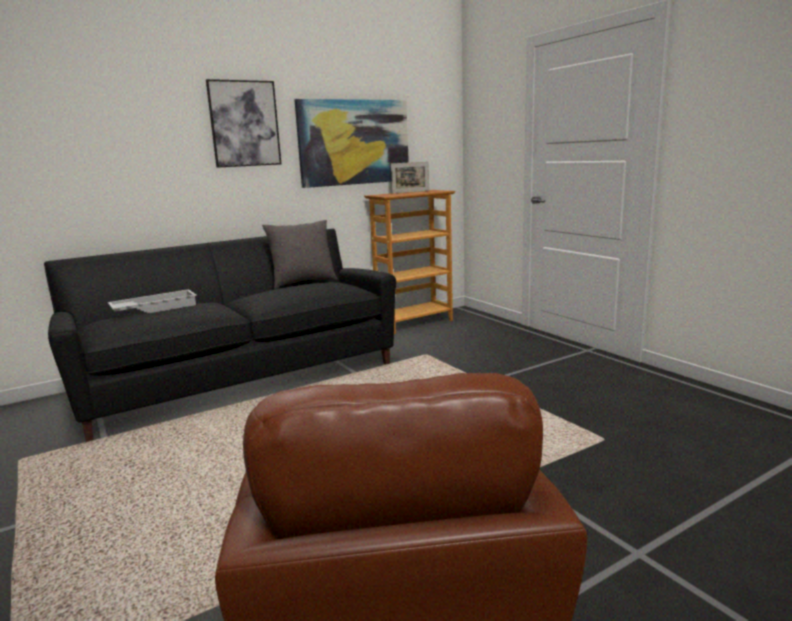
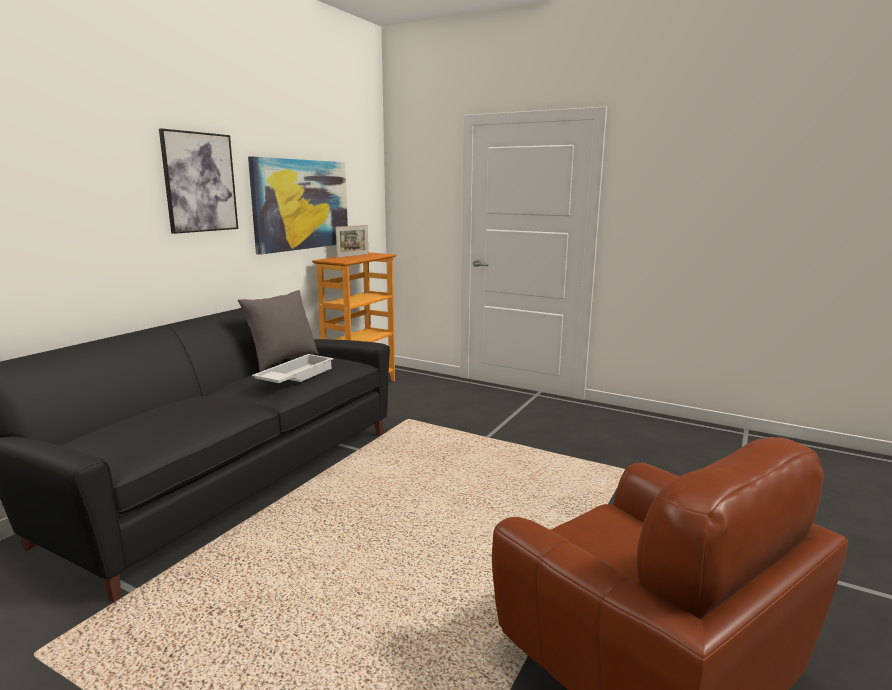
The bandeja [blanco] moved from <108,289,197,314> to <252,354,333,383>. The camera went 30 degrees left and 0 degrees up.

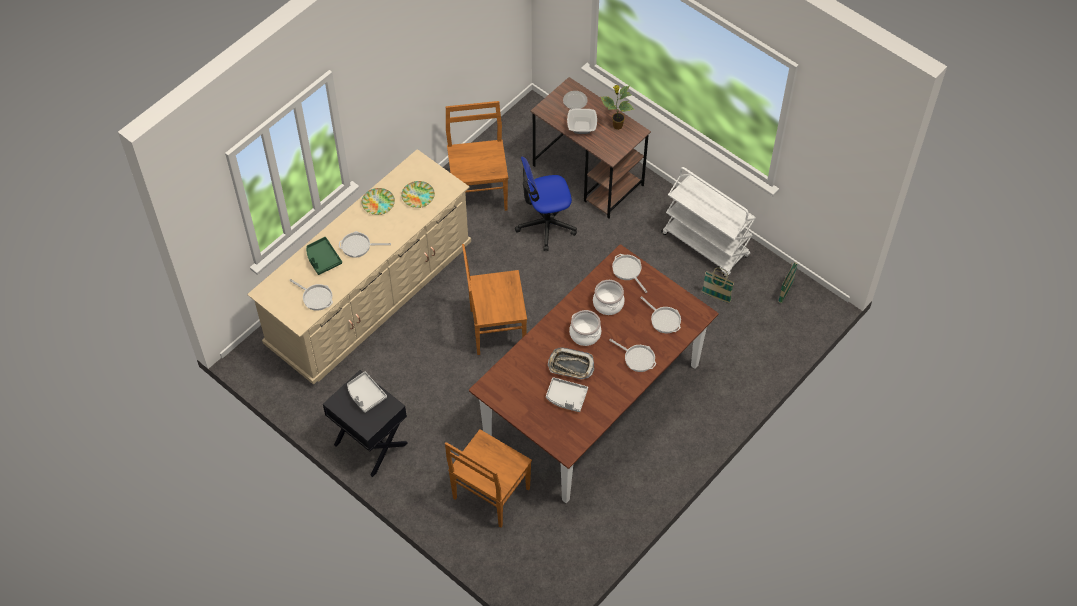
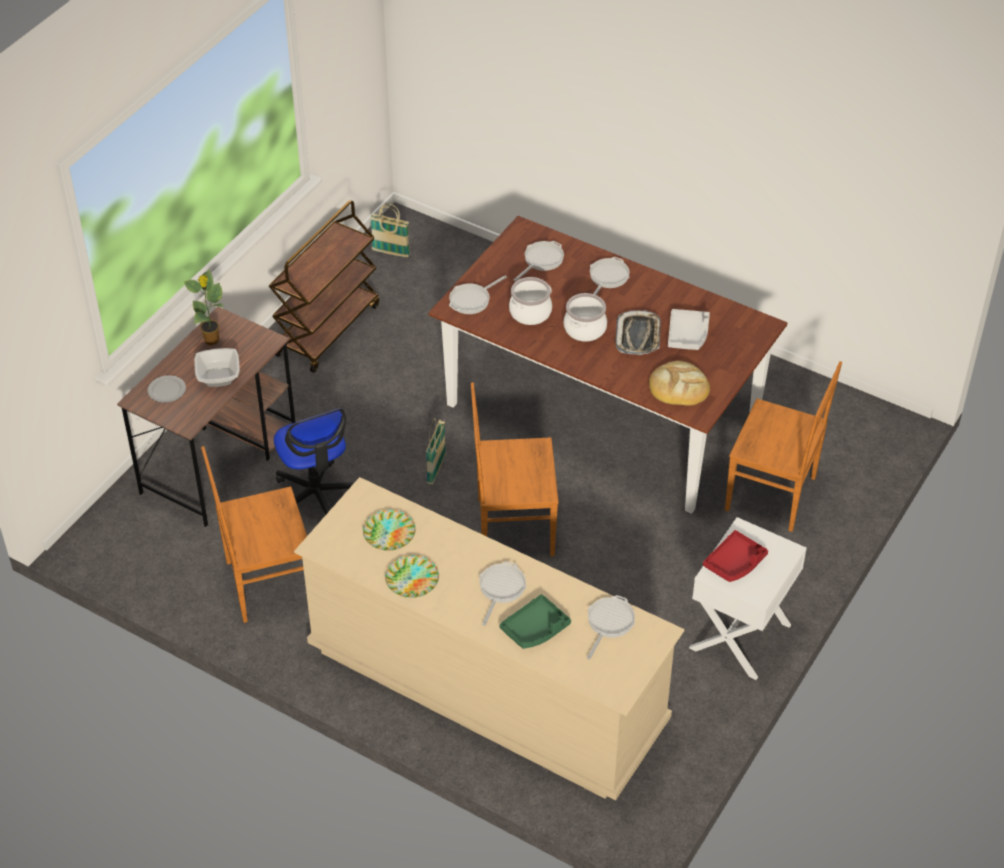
The mesita de noche [negro] at <323,370,408,477> became the mesita de noche [blanco] at <689,517,807,680>. The sartén at <339,231,391,258> turned 150 degrees counterclockwise. The bandeja [gris] at <347,372,387,413> became the bandeja [rojo] at <703,530,768,582>. The silla [marrón] at <462,244,527,355> turned 105 degrees clockwise. The carrito [blanco] at <662,167,756,277> became the carrito [marrón] at <269,200,379,373>. The cesta moved from <701,268,734,303> to <426,418,446,485>. The pan at <649,361,710,406> appeared. The camera went 100 degrees left and 10 degrees down.

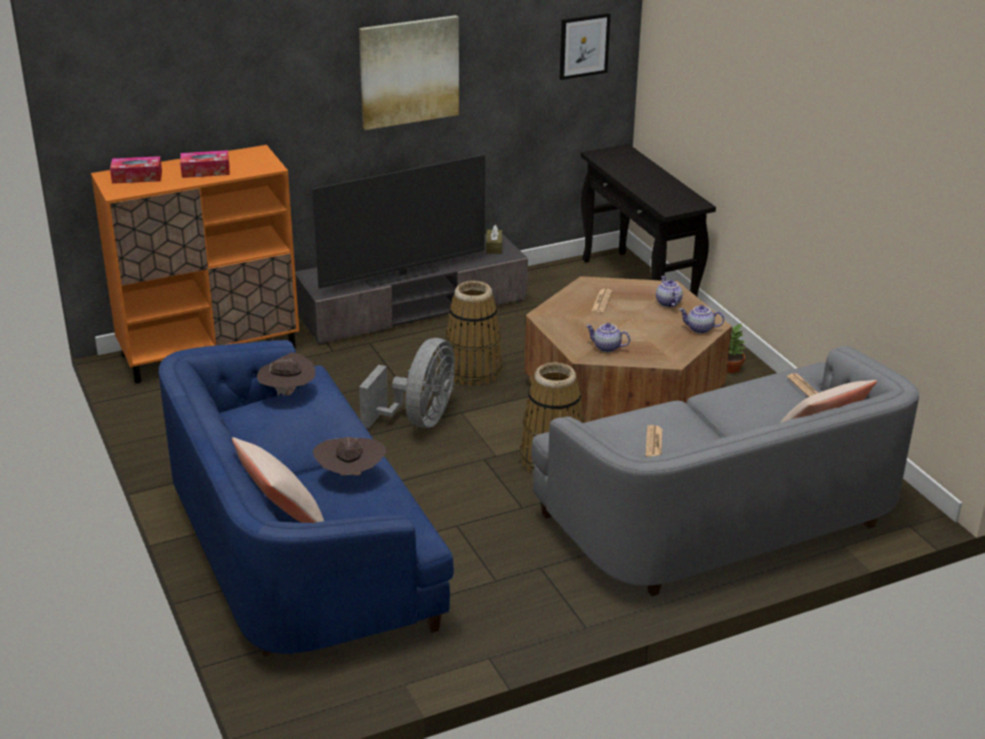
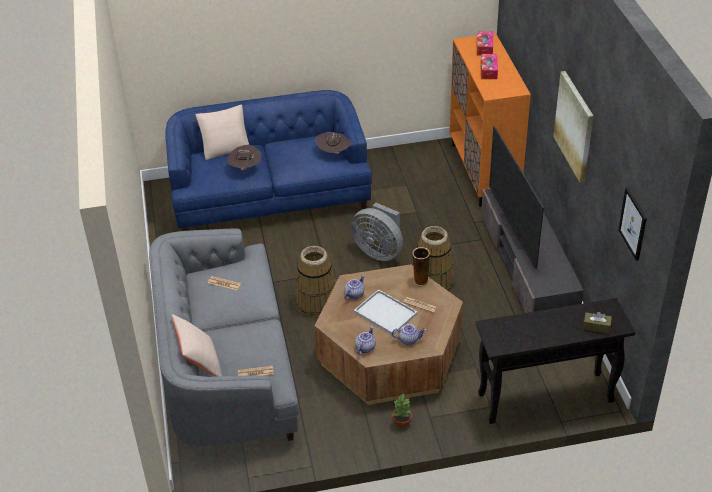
The caja de pañuelos [marrón] moved from <486,225,502,254> to <583,312,612,334>. The bandeja [blanco] at <354,289,418,335> appeared. The florero at <412,247,430,286> appeared. The camera went 105 degrees right and 10 degrees up.

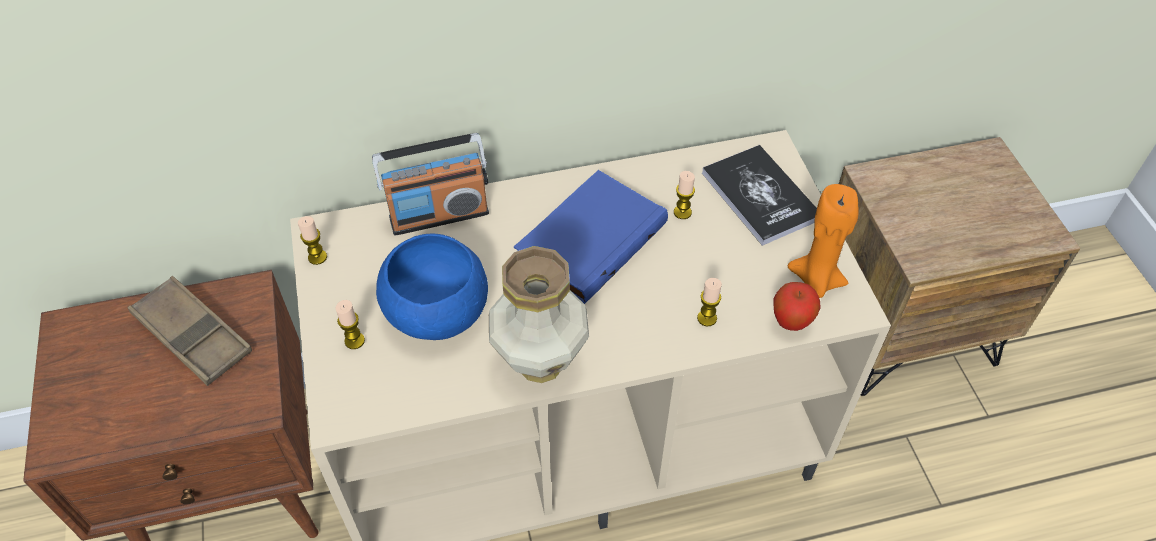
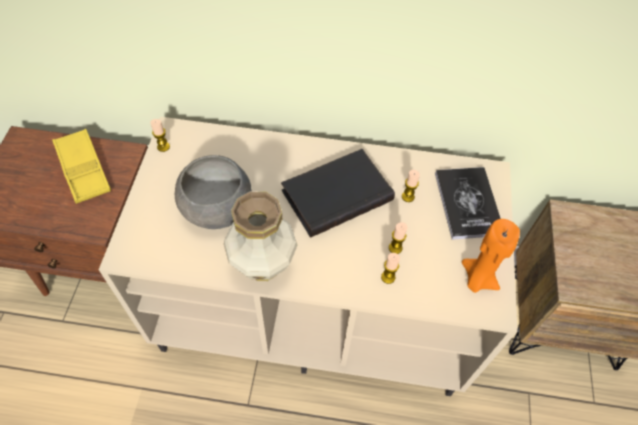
The bandeja [marrón] at <128,276,252,386> became the bandeja [amarillo] at <52,129,111,204>. The vela moved from <335,300,365,349> to <389,222,407,254>. The radio at <372,133,489,235> disappeared. The cuenco [azul] at <376,233,488,340> became the cuenco [gris] at <175,155,252,229>. The libro [azul] at <514,170,668,304> became the libro [negro] at <281,149,395,238>. The manzana at <774,282,821,331> disappeared. The camera went 20 degrees right and 5 degrees up.

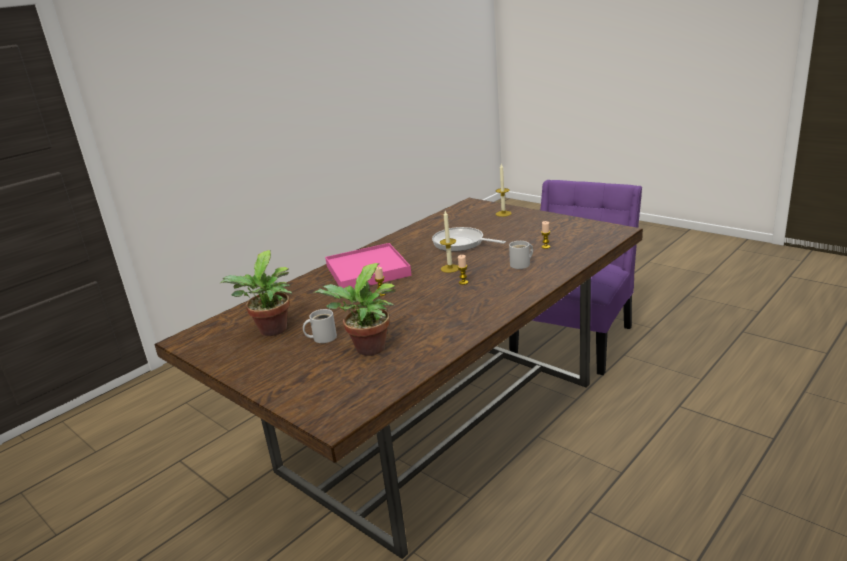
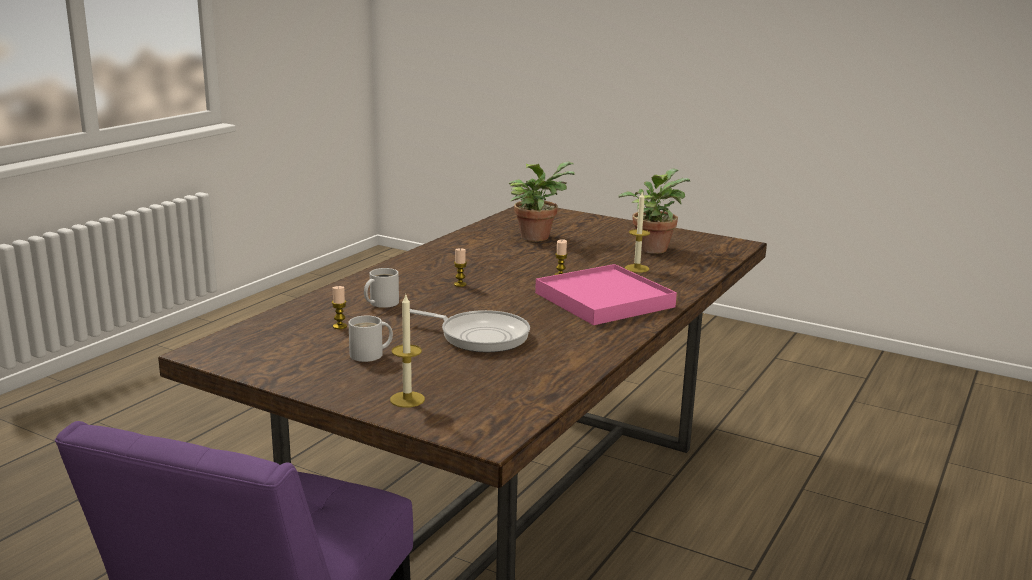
The taza grande [blanco] moved from <303,309,337,343> to <348,315,393,362>. The vela moved from <440,211,458,273> to <625,192,650,273>. The camera went 165 degrees right and 5 degrees down.

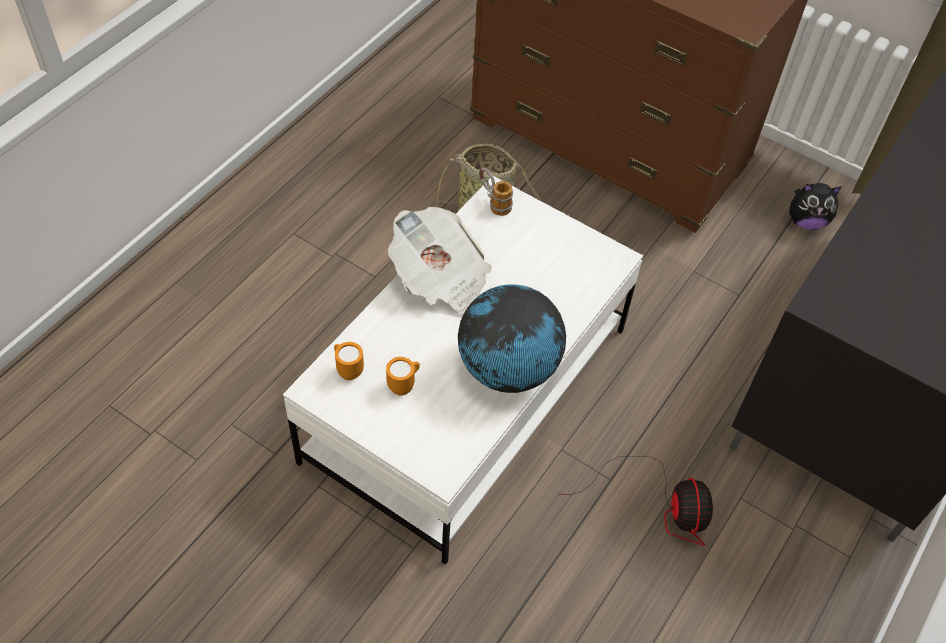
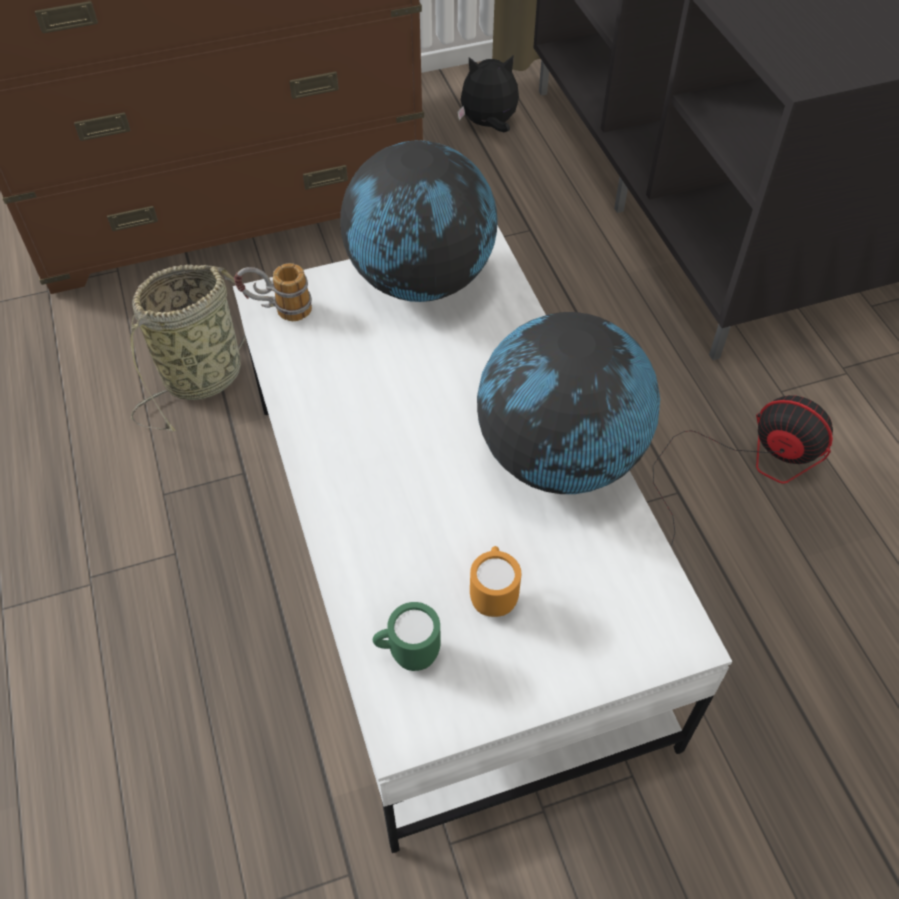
The taza grande [naranja] at <334,342,364,380> became the taza grande [verde] at <373,602,441,671>. The periódico at <388,207,491,314> disappeared. The peluche at <789,183,842,230> turned 135 degrees counterclockwise. The globo terráqueo at <340,140,498,302> appeared. The camera went 50 degrees left and 0 degrees up.

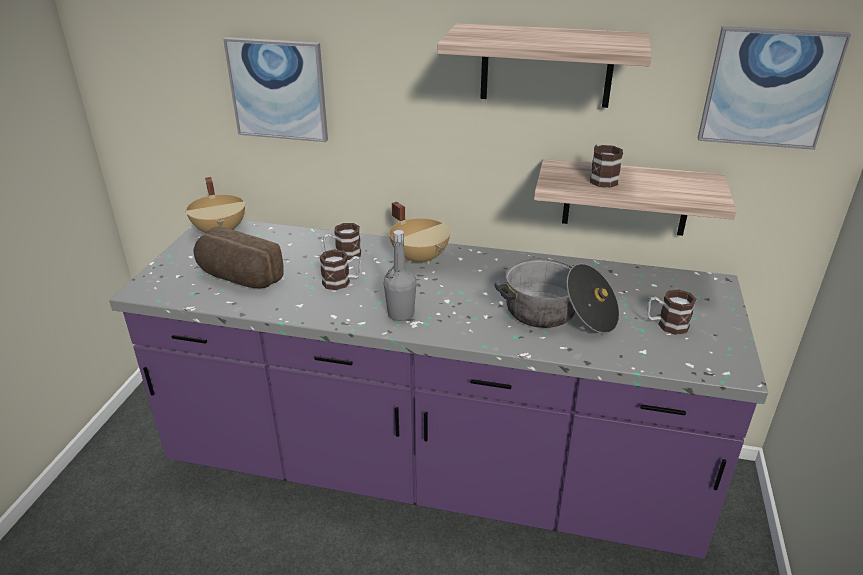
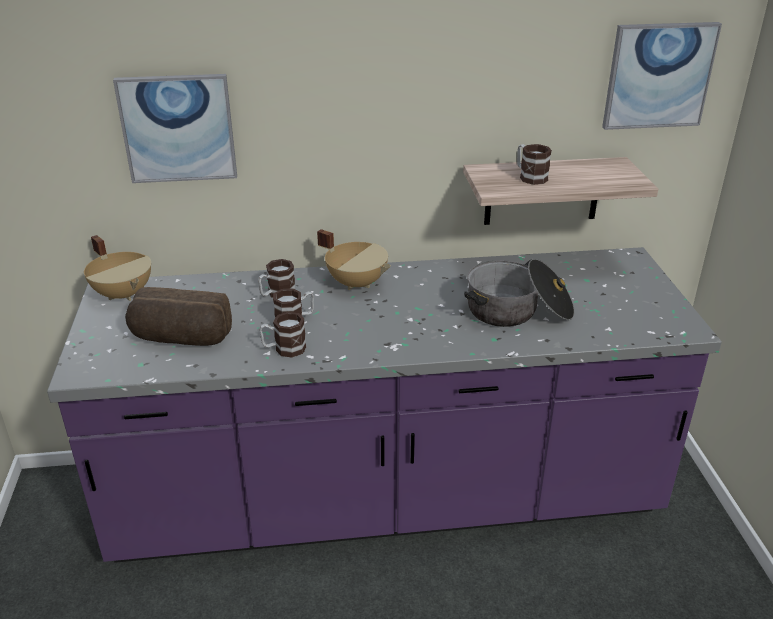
The botella [gris] at <384,230,417,321> disappeared. The estante at <437,23,652,108> disappeared. The taza grande moved from <647,289,697,335> to <259,312,306,358>. The camera went 20 degrees left and 0 degrees up.

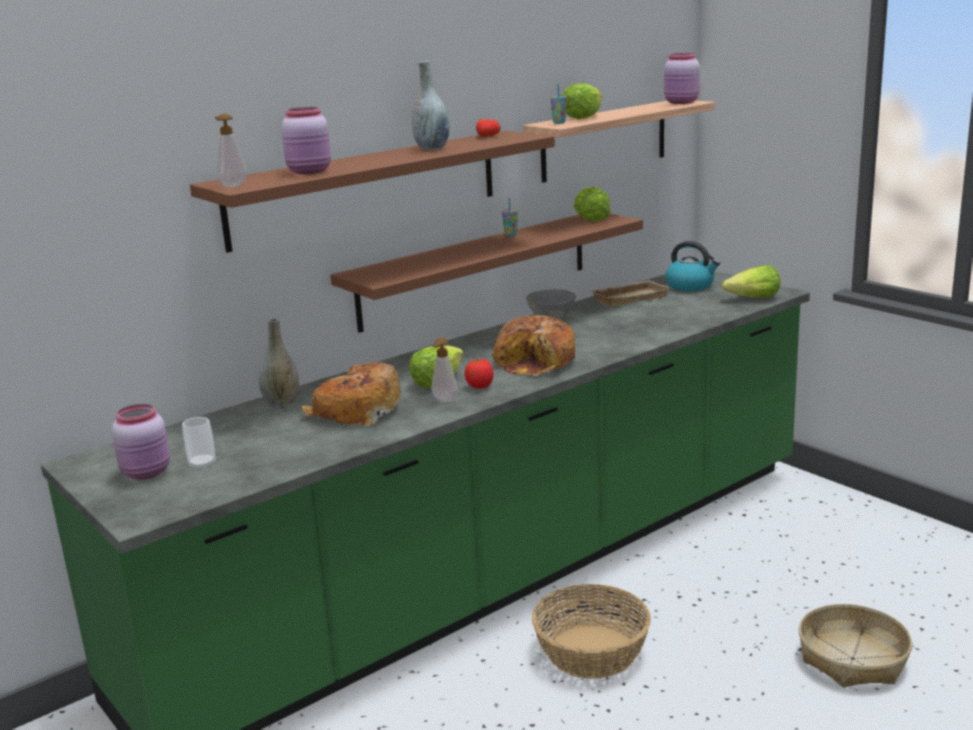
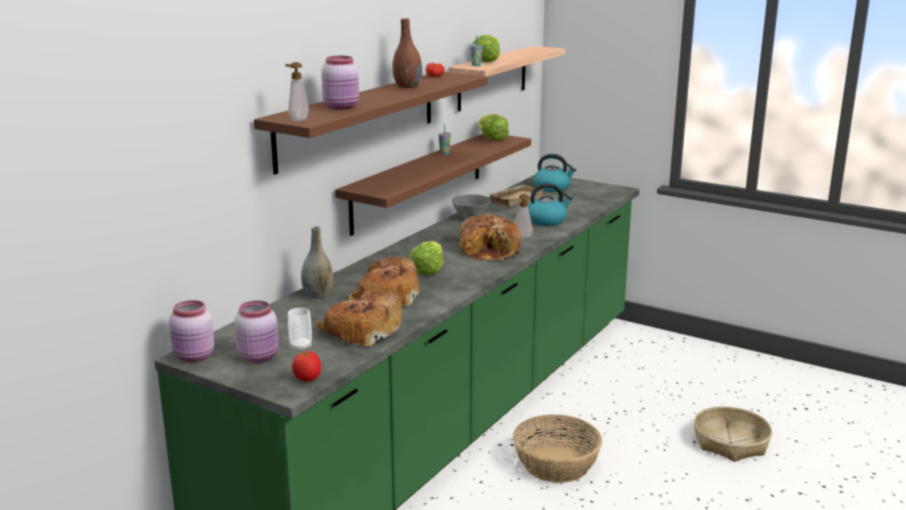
The florero [gris] at <411,61,450,150> became the florero [marrón] at <392,18,422,88>. The dispensador de jabón moved from <431,338,458,402> to <515,194,533,238>. The tomate moved from <465,358,494,389> to <292,351,321,382>. The tarro [rosa] moved from <664,53,700,104> to <169,300,214,362>. The lechuga at <722,265,780,298> disappeared. The pan at <316,290,402,346> appeared. The hervidor at <528,183,573,226> appeared. The camera went 20 degrees left and 0 degrees up.

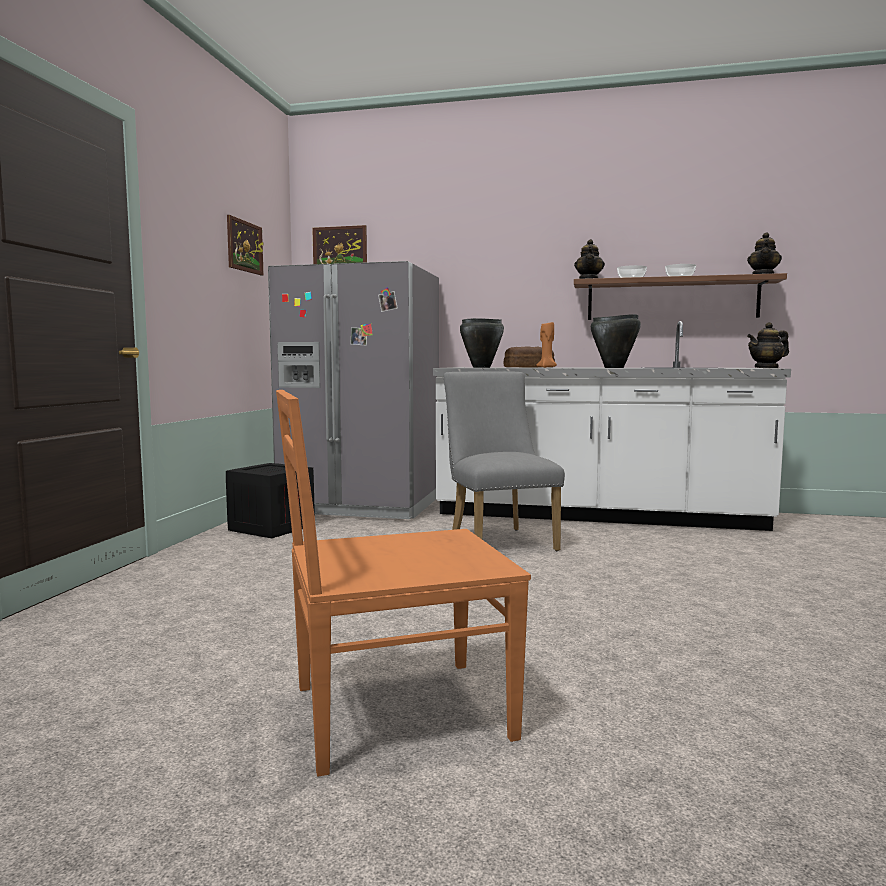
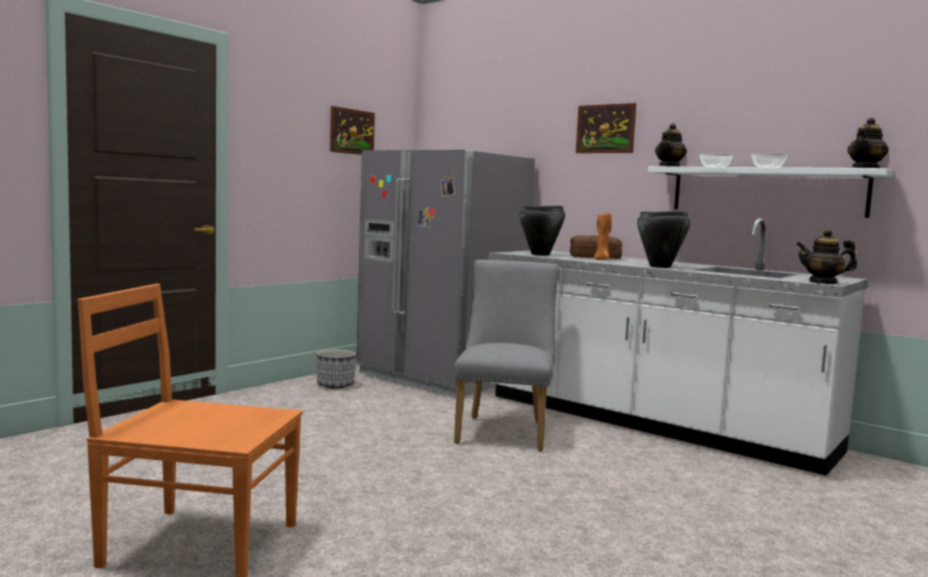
The caja de embalaje at <226,463,315,538> was replaced by the maceta at <317,350,356,389>. The cuadro moved from <312,225,367,264> to <576,103,636,153>. The estante [marrón] at <574,273,787,320> became the estante [blanco] at <648,166,894,218>. The camera went 25 degrees right and 0 degrees up.

